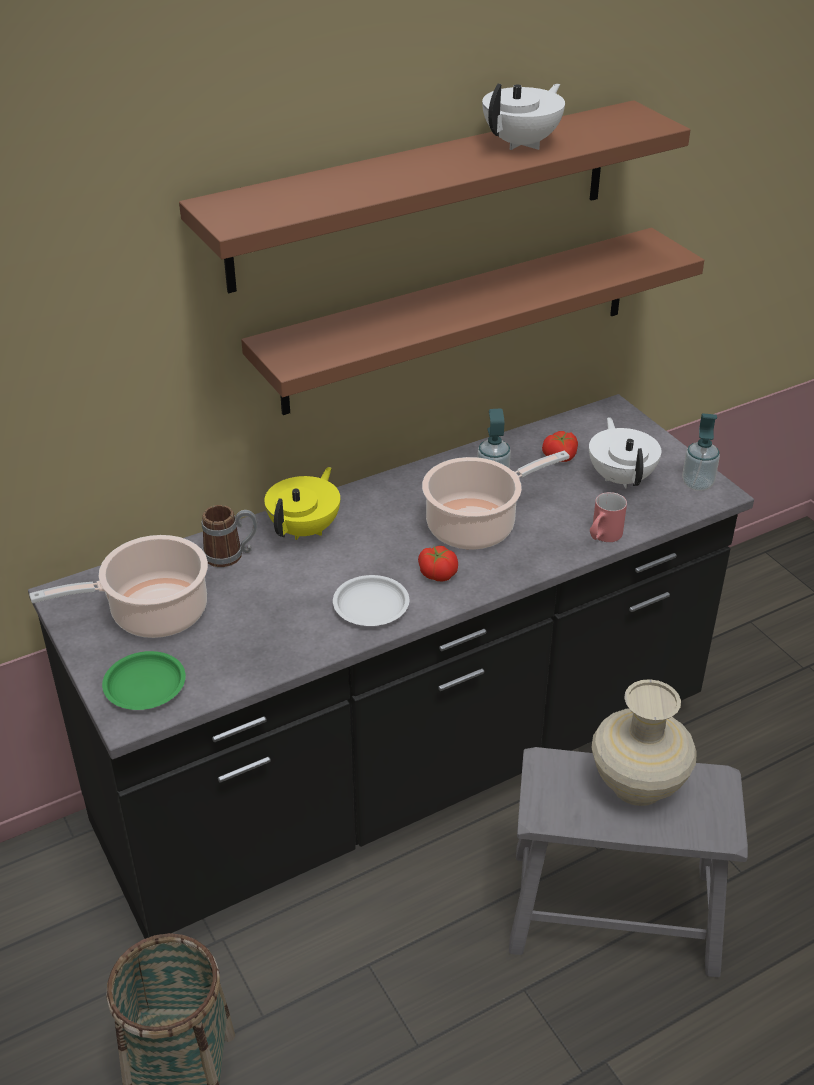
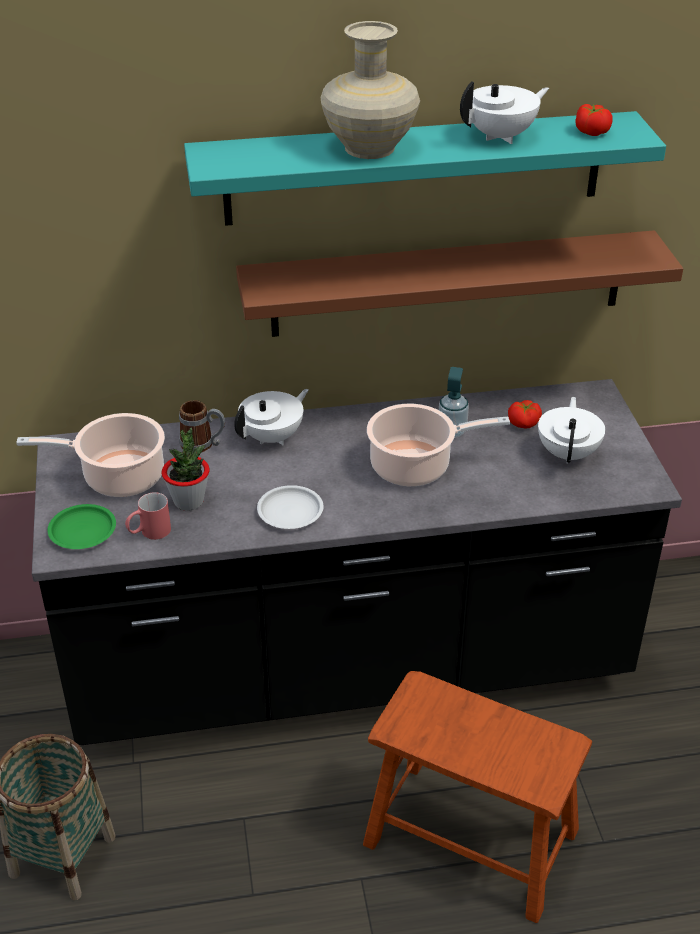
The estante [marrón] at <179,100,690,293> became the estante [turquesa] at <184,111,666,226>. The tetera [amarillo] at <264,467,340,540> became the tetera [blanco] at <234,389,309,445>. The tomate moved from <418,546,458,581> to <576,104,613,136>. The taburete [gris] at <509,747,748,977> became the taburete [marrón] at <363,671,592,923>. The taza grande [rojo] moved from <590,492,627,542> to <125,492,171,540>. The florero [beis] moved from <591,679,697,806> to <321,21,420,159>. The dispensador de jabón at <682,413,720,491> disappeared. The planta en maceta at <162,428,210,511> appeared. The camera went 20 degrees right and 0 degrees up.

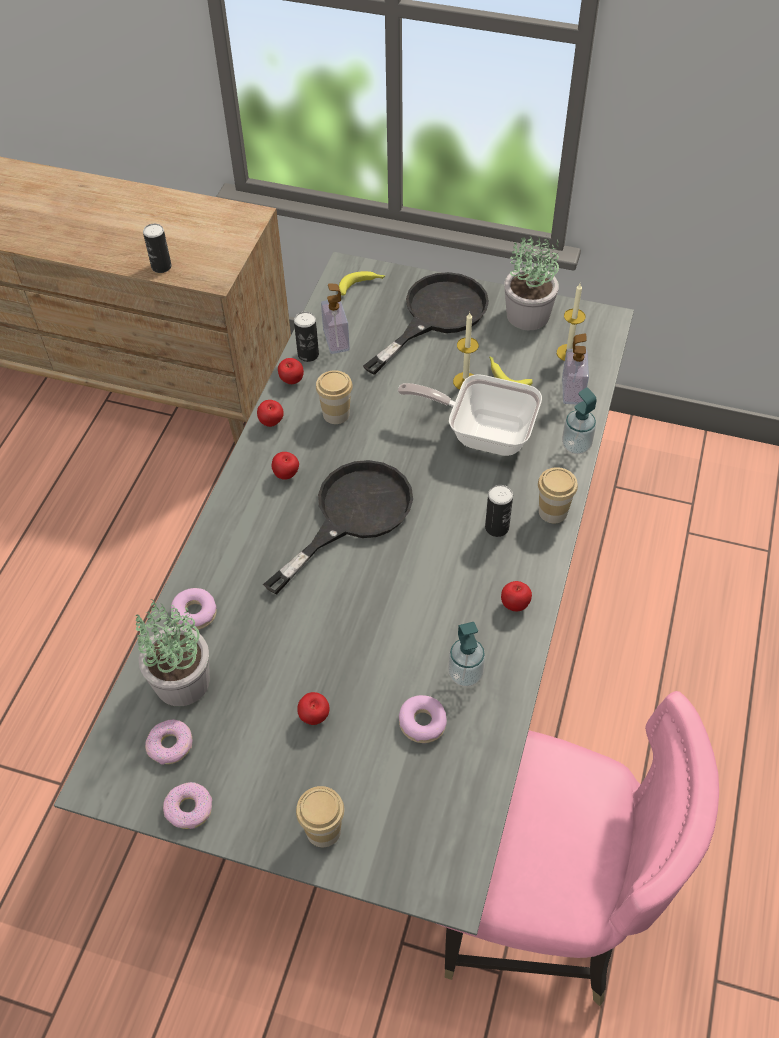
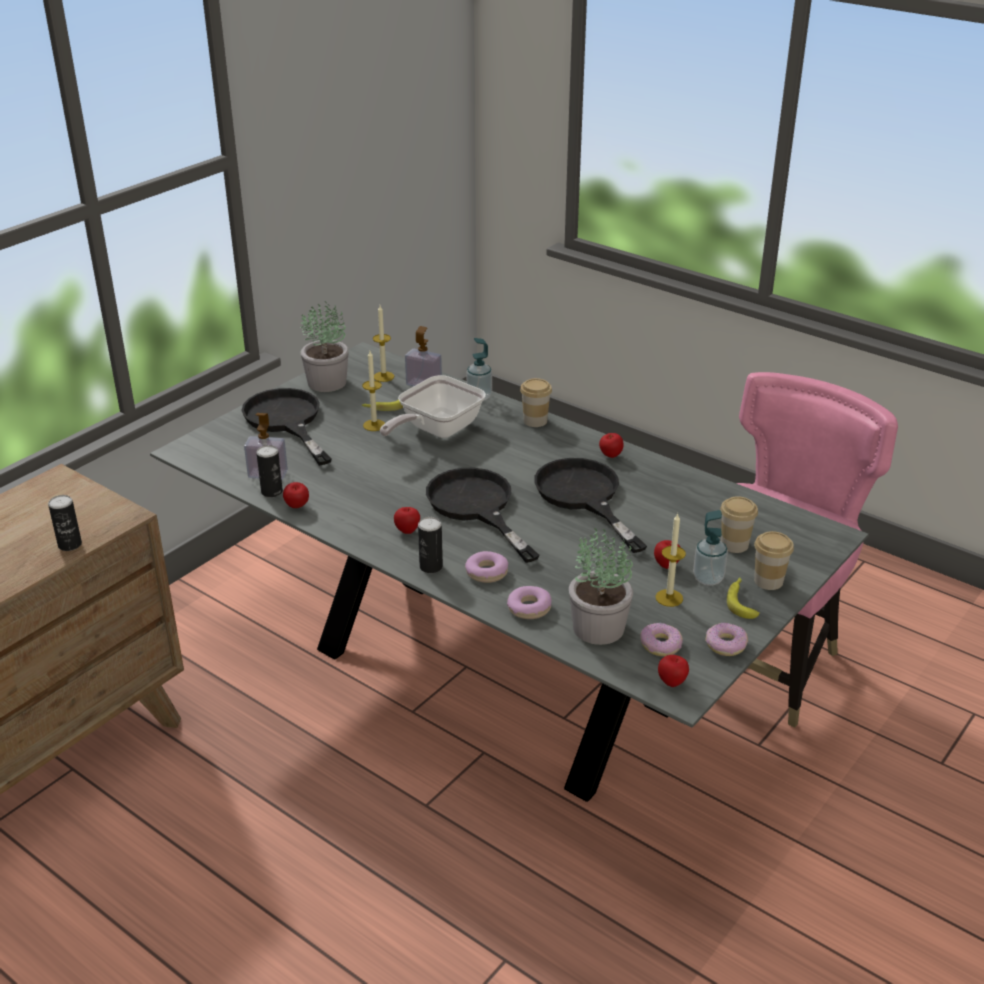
The manzana moved from <257,400,284,427> to <658,655,689,687>. The taza moved from <316,370,353,424> to <720,496,758,553>. The plátano moved from <339,271,385,296> to <727,577,760,619>. The rosquilla moved from <399,695,447,743> to <465,551,508,583>. The dispensador de jabón moved from <448,622,485,687> to <693,510,728,586>. The lata moved from <485,485,513,537> to <418,517,443,573>. The sartén [negro] at <534,458,647,553> appeared. The vela at <655,513,686,607> appeared. The camera went 70 degrees left and 20 degrees down.

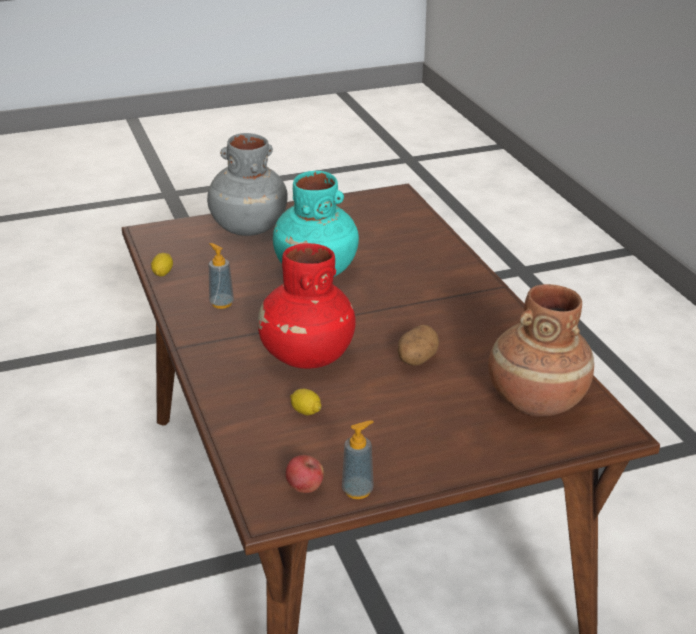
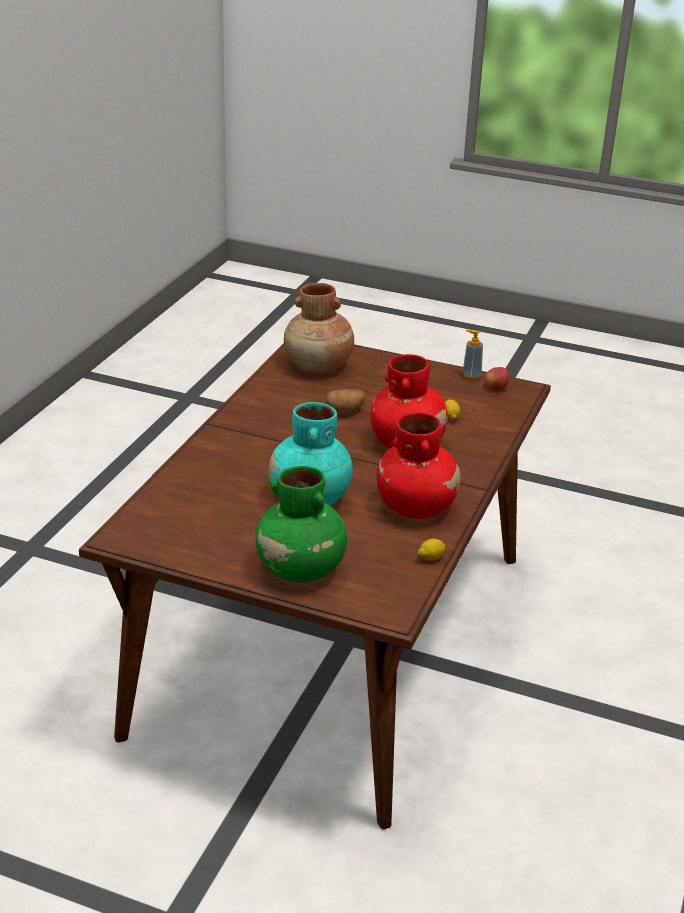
The florero [gris] at <207,133,288,236> became the florero [verde] at <255,466,347,582>. The dispensador de jabón at <209,243,234,309> was replaced by the florero [rojo] at <377,412,461,518>. The camera went 140 degrees left and 0 degrees up.

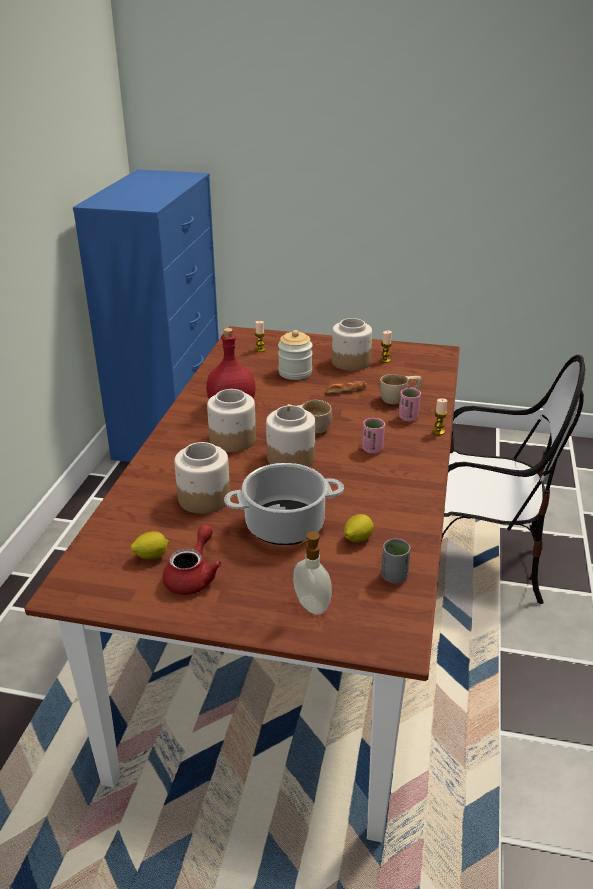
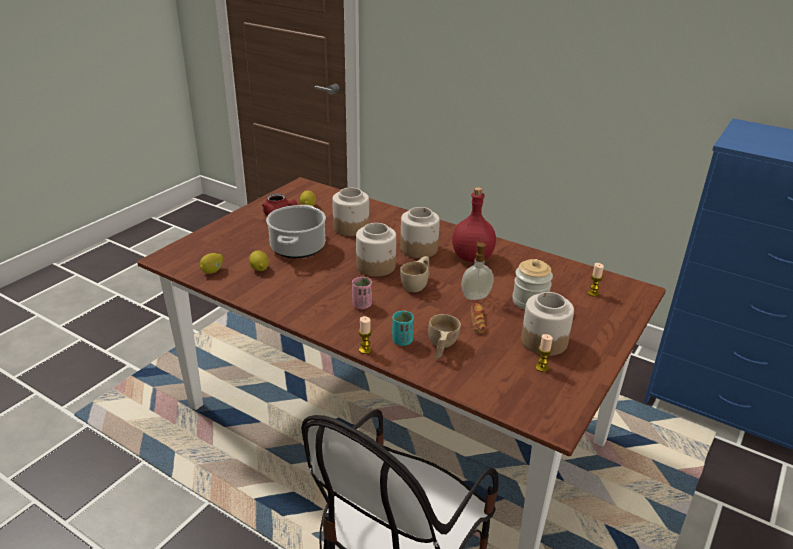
The dispensador de jabón moved from <293,531,332,615> to <461,241,494,300>. The taza [gris] at <381,539,411,584> was replaced by the limón at <200,253,223,274>. The taza [rosa] at <399,388,421,421> became the taza [turquesa] at <392,311,414,346>. The camera went 110 degrees right and 0 degrees up.

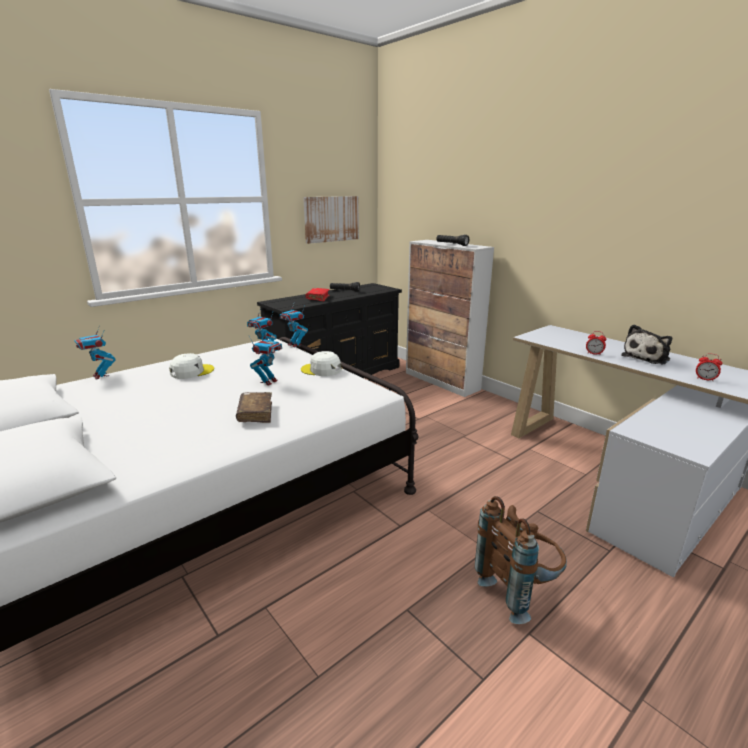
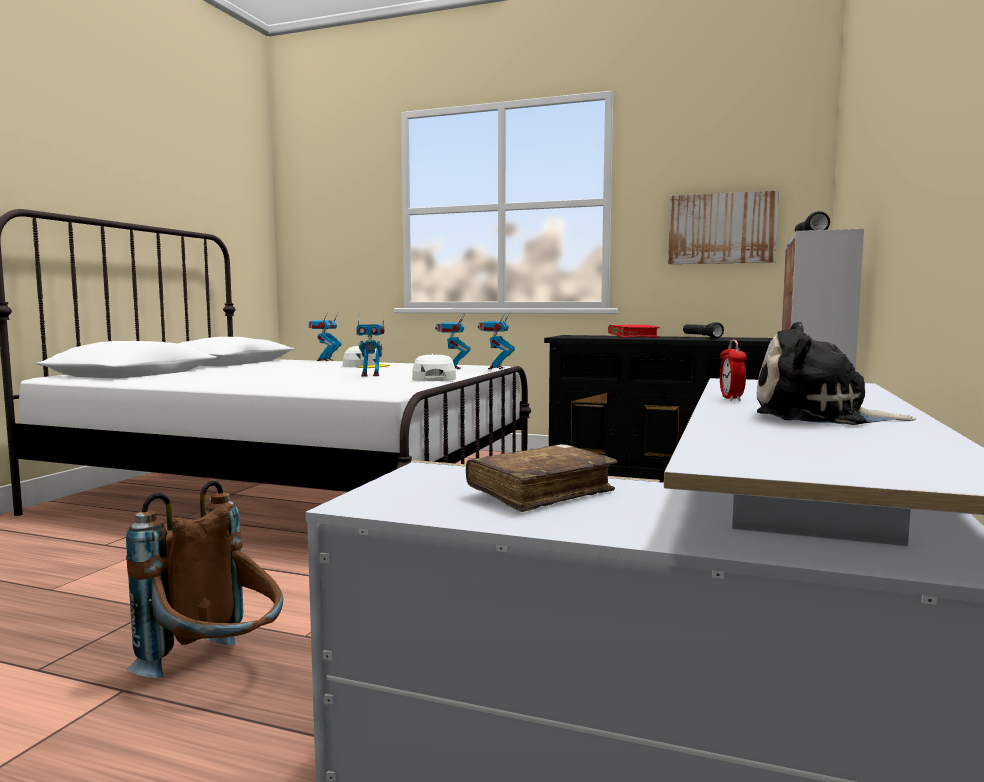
The libro [marrón] moved from <236,392,272,423> to <466,444,617,512>. The despertador at <696,353,722,381> disappeared. The camera went 60 degrees right and 15 degrees down.

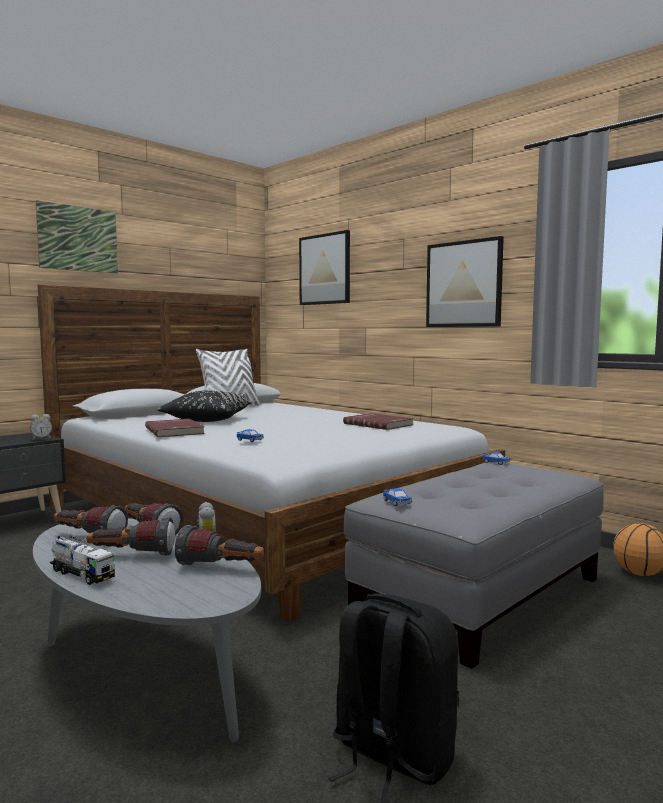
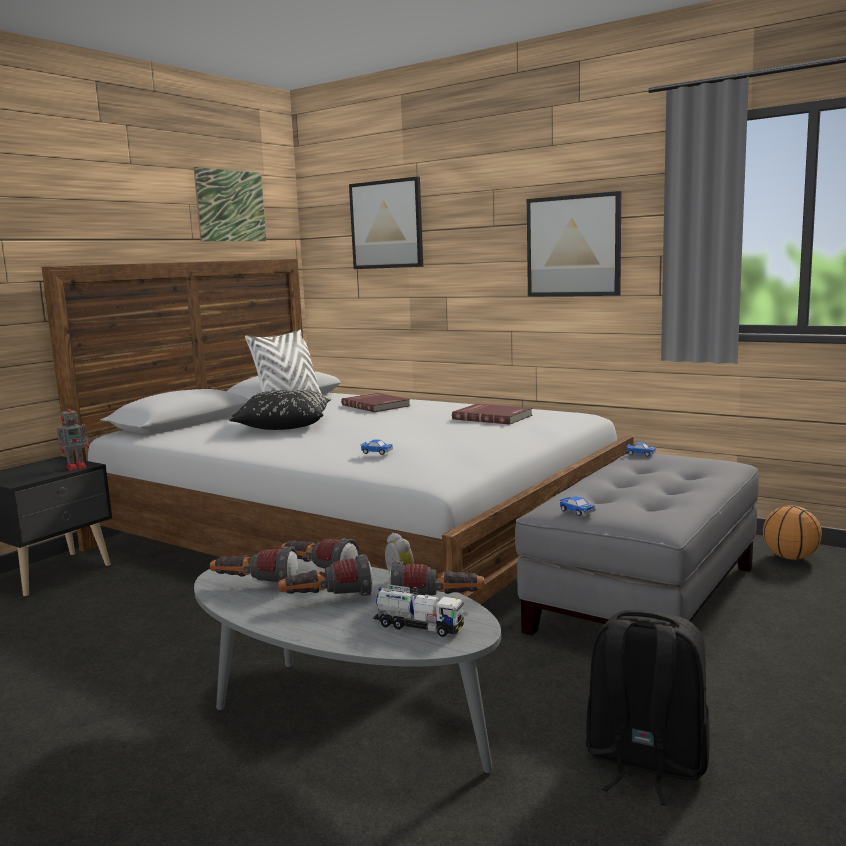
The despertador at <30,414,52,440> was replaced by the robot de juguete at <57,404,89,470>. The cuadro moved from <36,200,118,274> to <193,167,266,241>. The camión de juguete moved from <50,534,115,585> to <373,584,465,637>. The libro [rojo] moved from <145,419,205,437> to <341,393,410,412>. The camera went 10 degrees left and 5 degrees up.

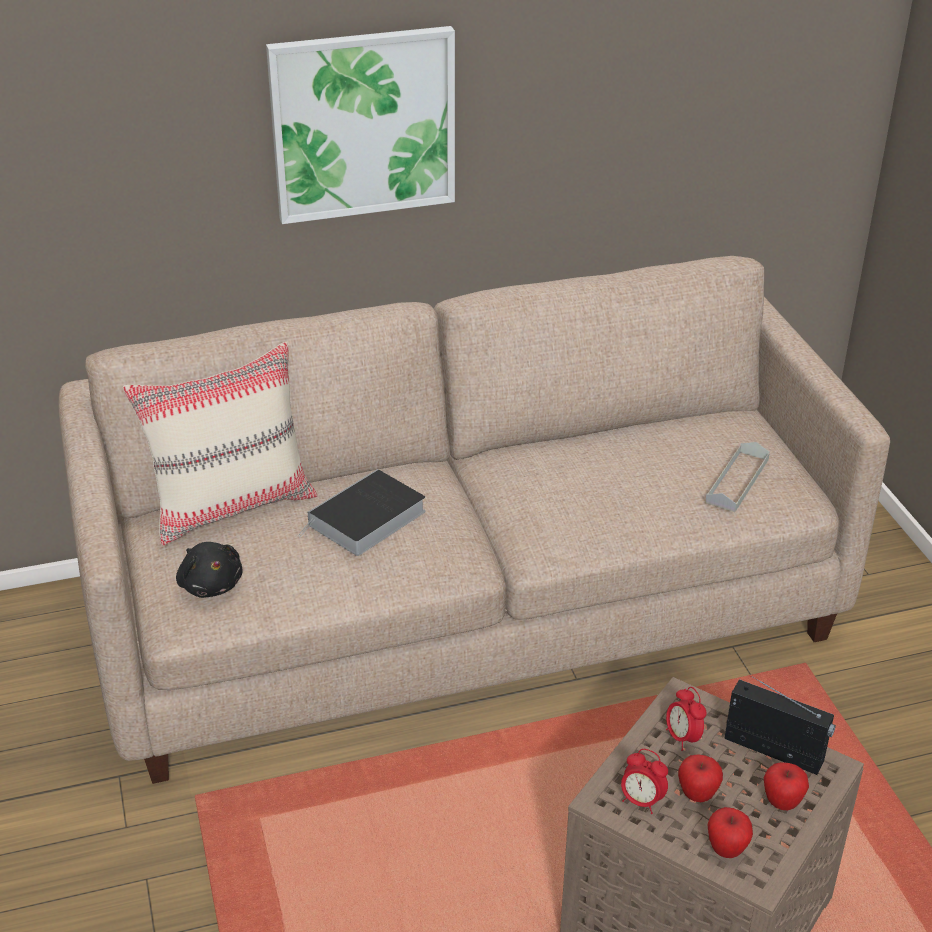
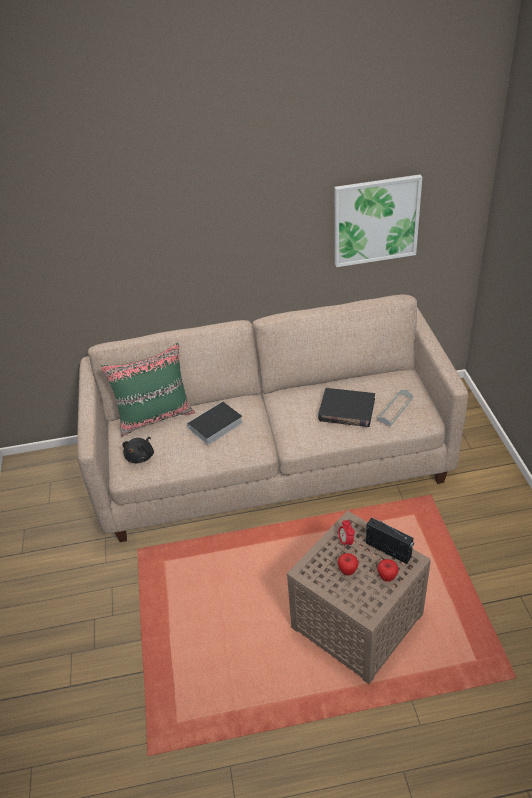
The cojín [beis] at <123,342,318,545> became the cojín [verde] at <100,343,195,437>. The peluche [negro] at <176,542,242,598> turned 45 degrees clockwise. The cuadro moved from <266,26,455,224> to <335,175,422,267>. The despertador at <621,749,668,814> disappeared. The manzana at <708,807,753,858> disappeared. The libro [negro] at <318,388,375,427> appeared. The camera went 10 degrees right and 5 degrees up.

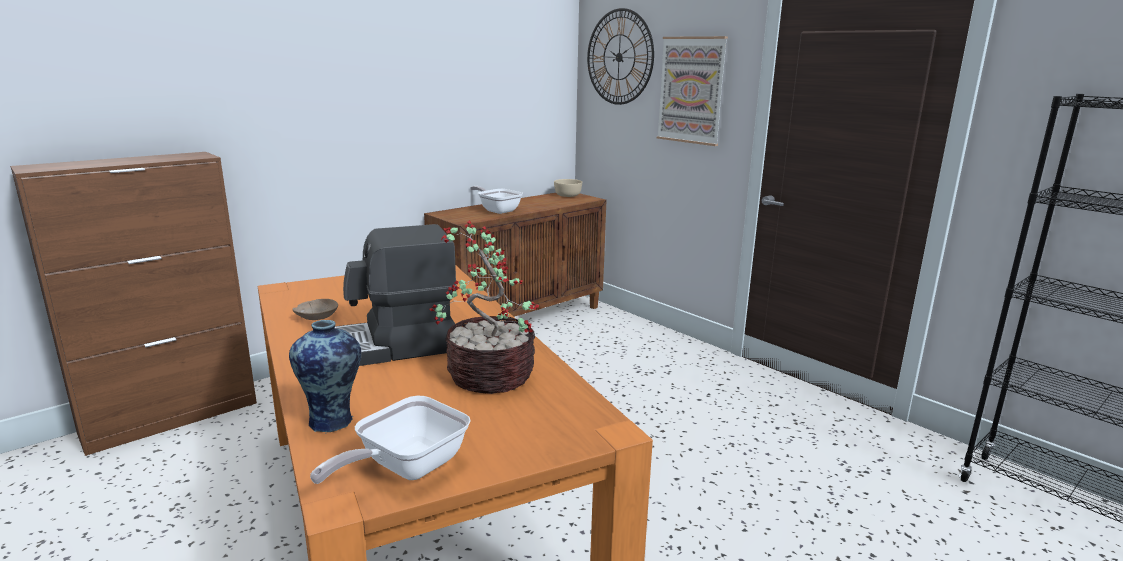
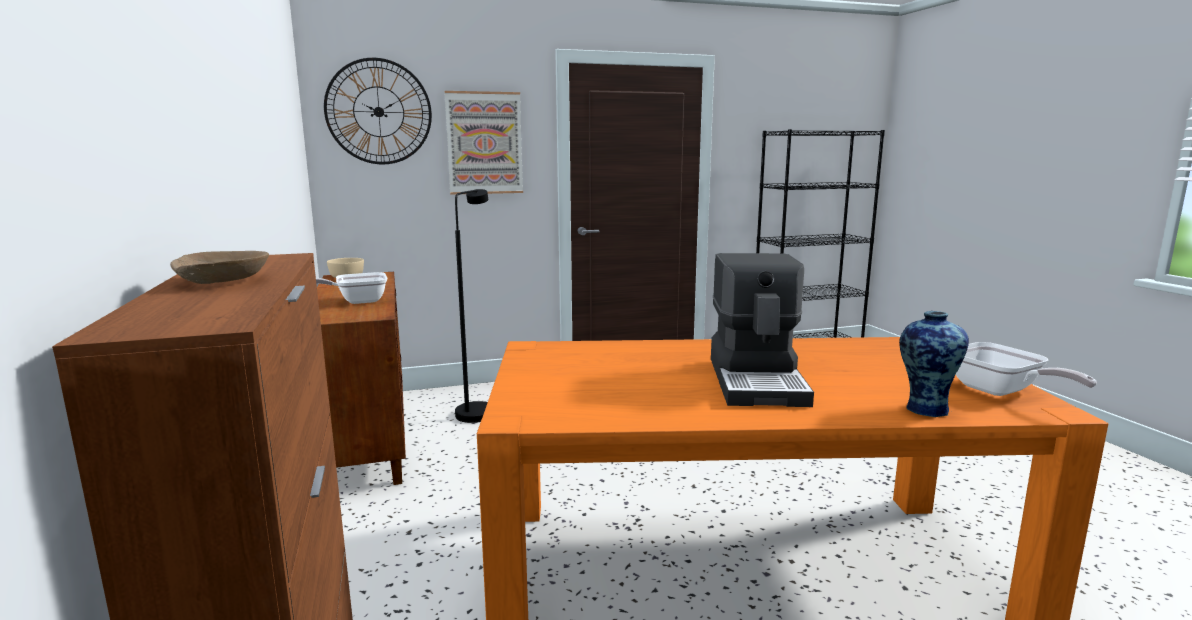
The cuenco [beis] moved from <293,299,338,320> to <170,251,269,284>. The planta en maceta at <429,220,539,394> disappeared. The lámpara de pie [negro] at <455,189,488,423> appeared. The camera went 65 degrees left and 5 degrees down.

